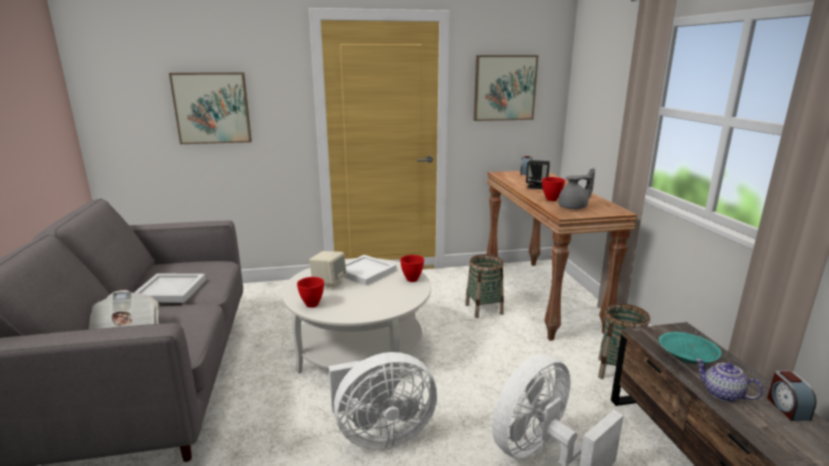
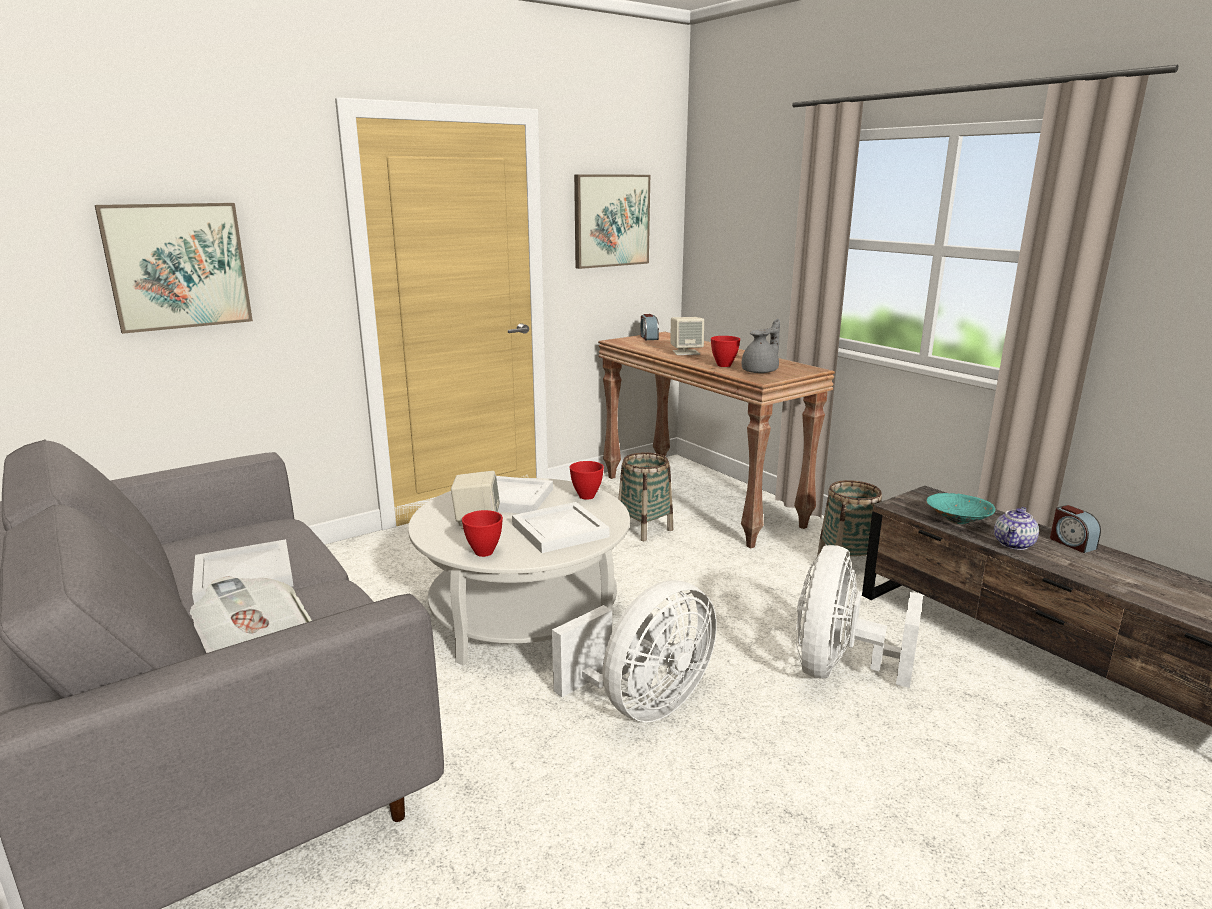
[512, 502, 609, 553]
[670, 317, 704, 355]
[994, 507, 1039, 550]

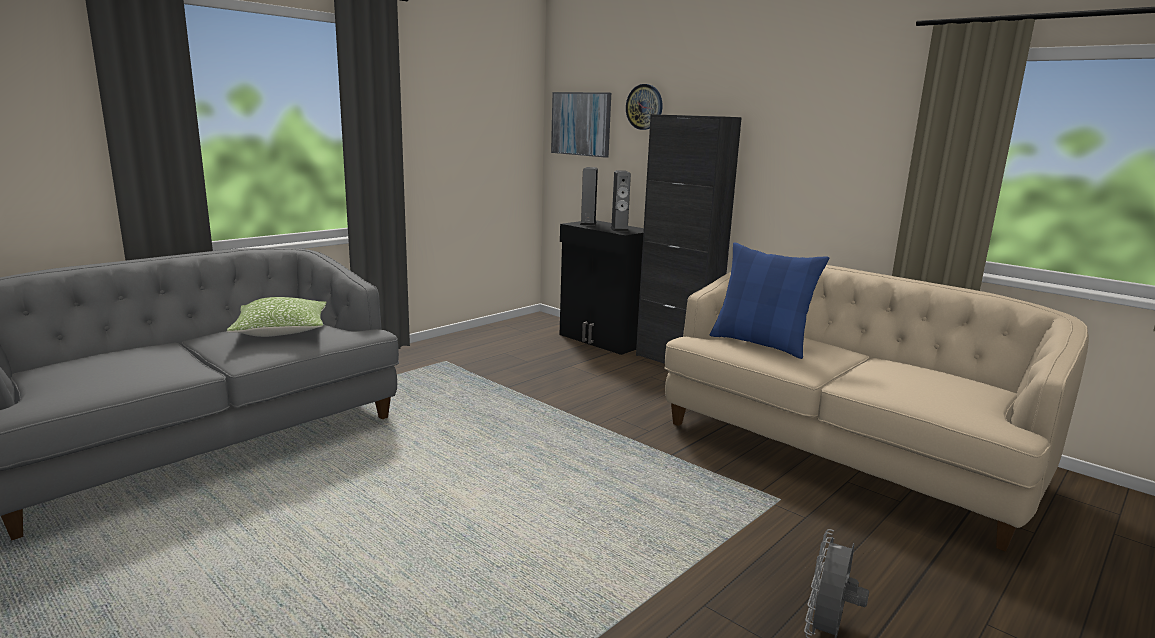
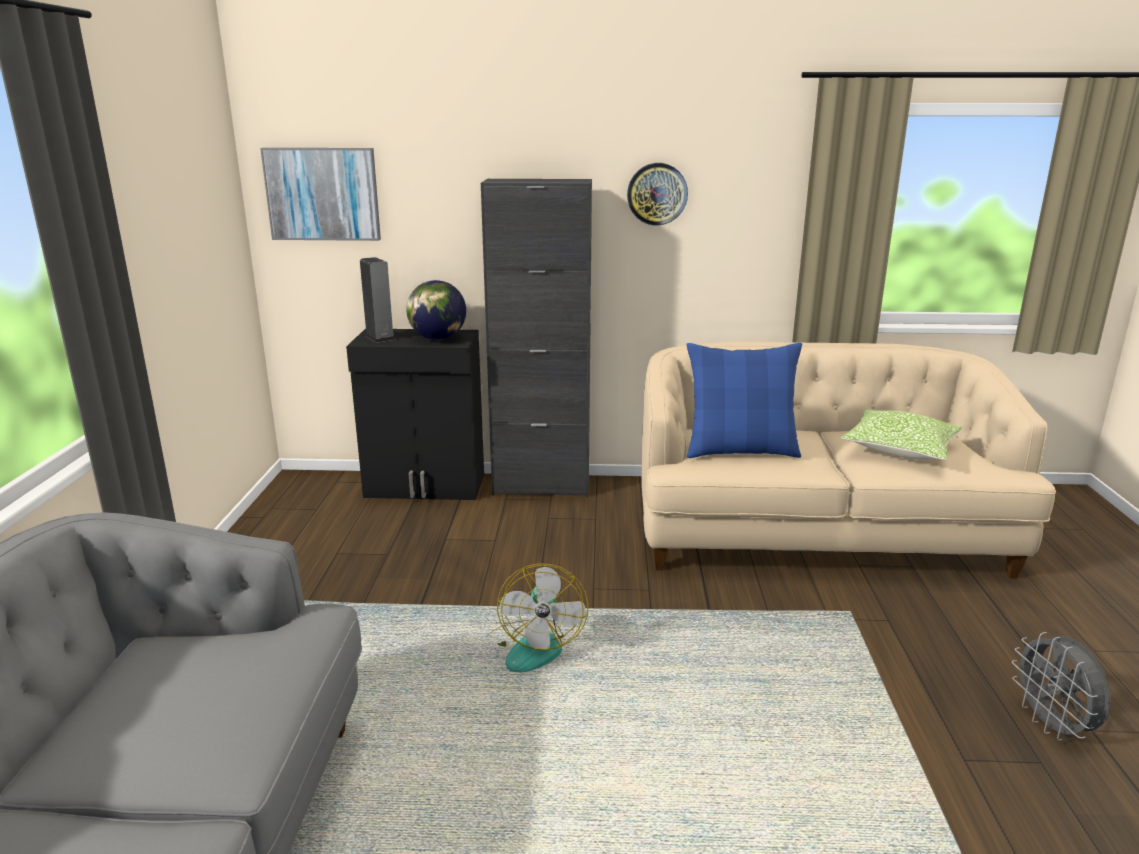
[487, 563, 589, 672]
[841, 409, 962, 460]
[627, 163, 688, 225]
[406, 280, 466, 340]

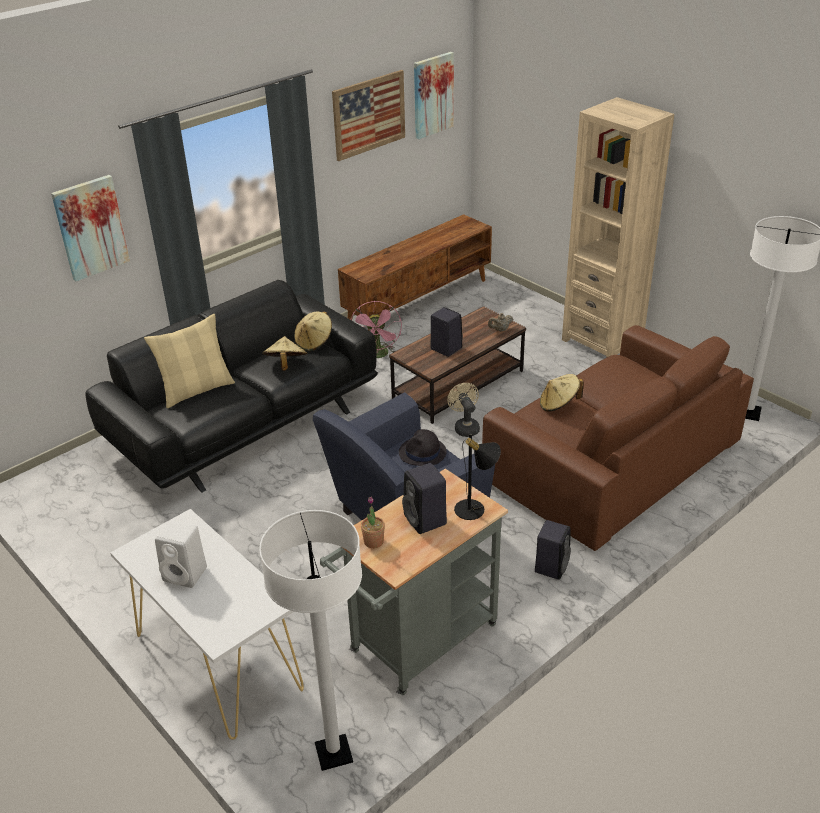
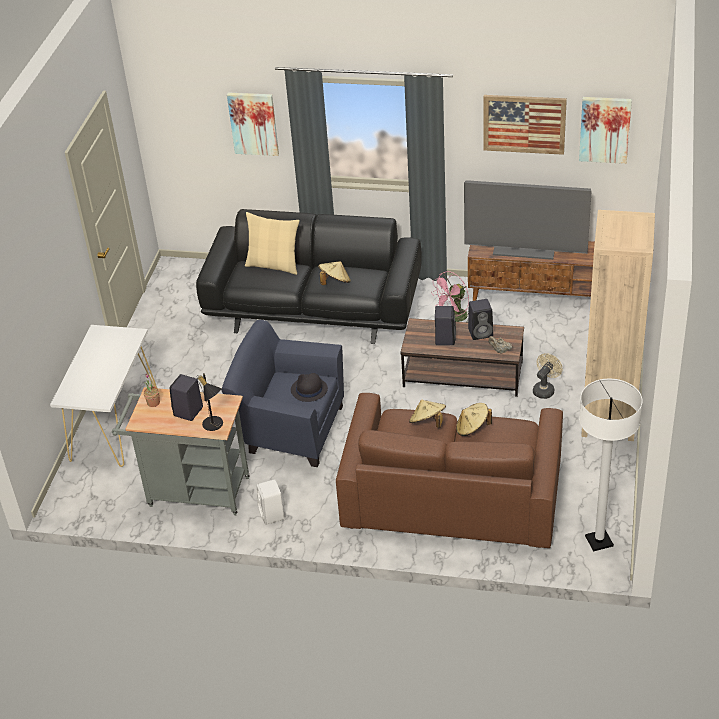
[259, 510, 362, 771] (first image)
[464, 180, 592, 260]
[257, 479, 285, 525]
[456, 403, 492, 436]
[533, 353, 562, 399]
[468, 299, 493, 340]

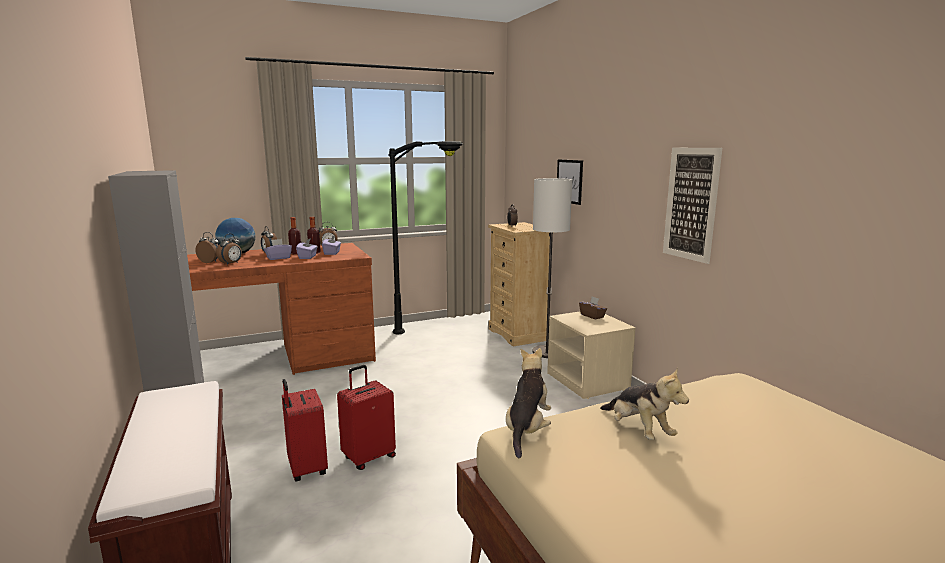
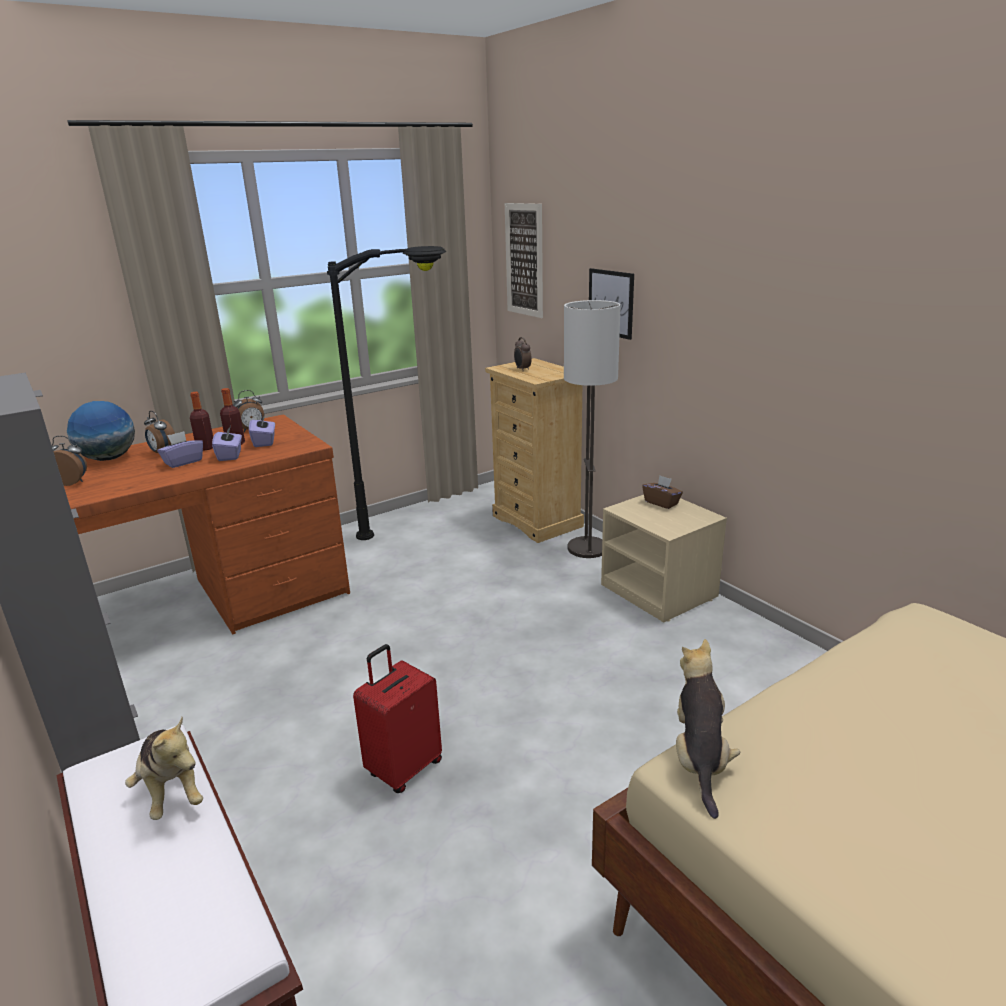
[217, 234, 242, 265] (first image)
[282, 379, 328, 482] (first image)
[125, 717, 203, 820]
[505, 203, 543, 318]

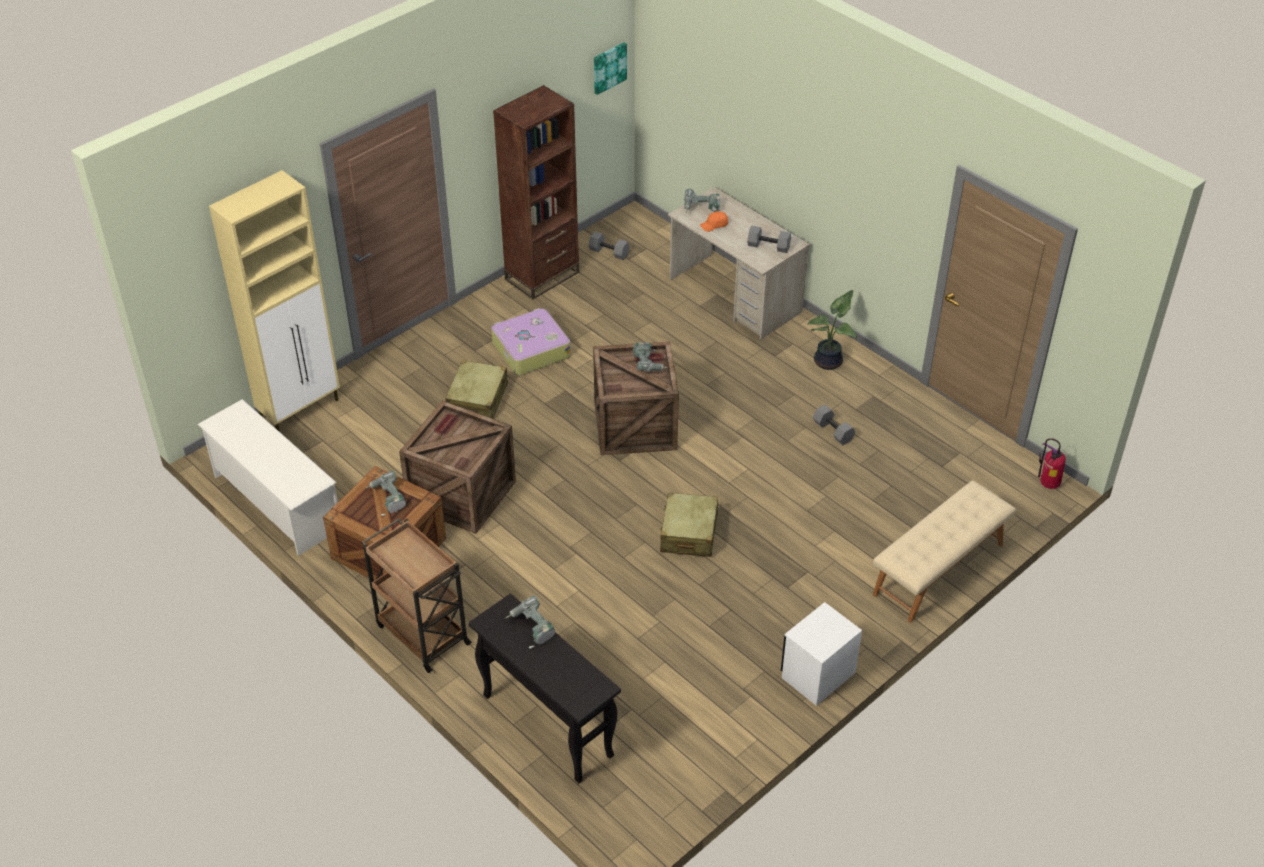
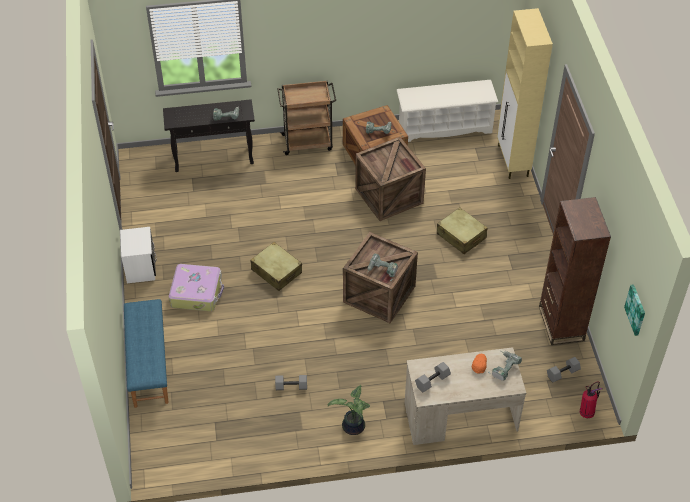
[169, 264, 224, 311]
[580, 381, 603, 418]
[124, 299, 169, 408]

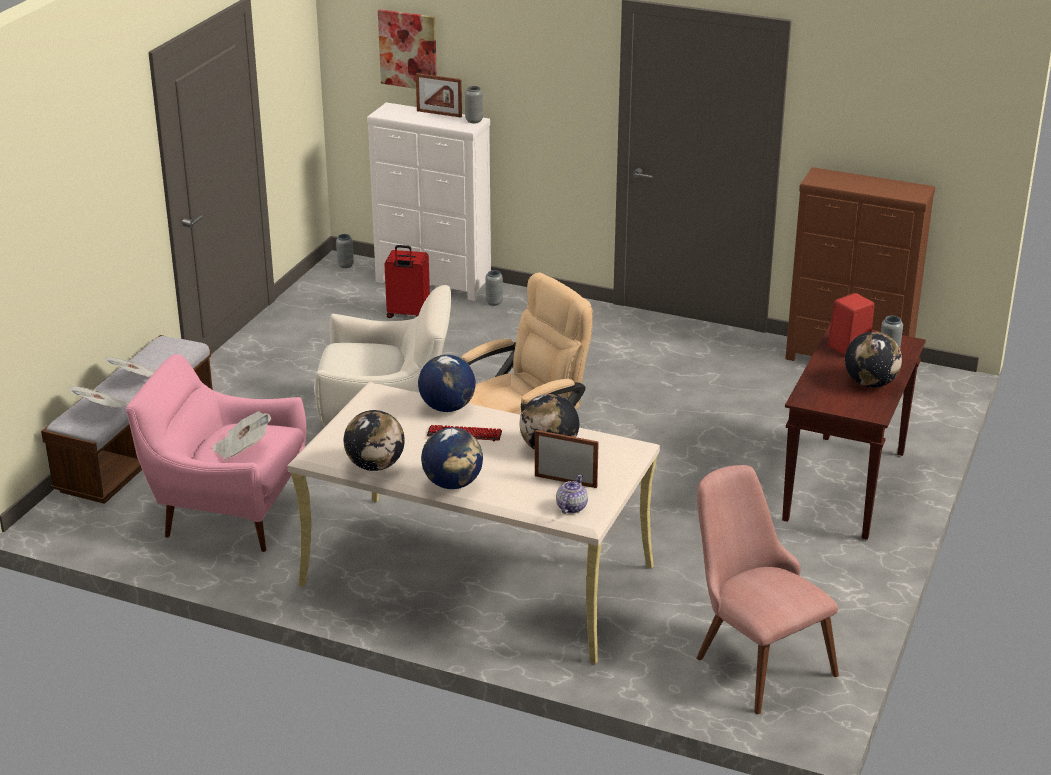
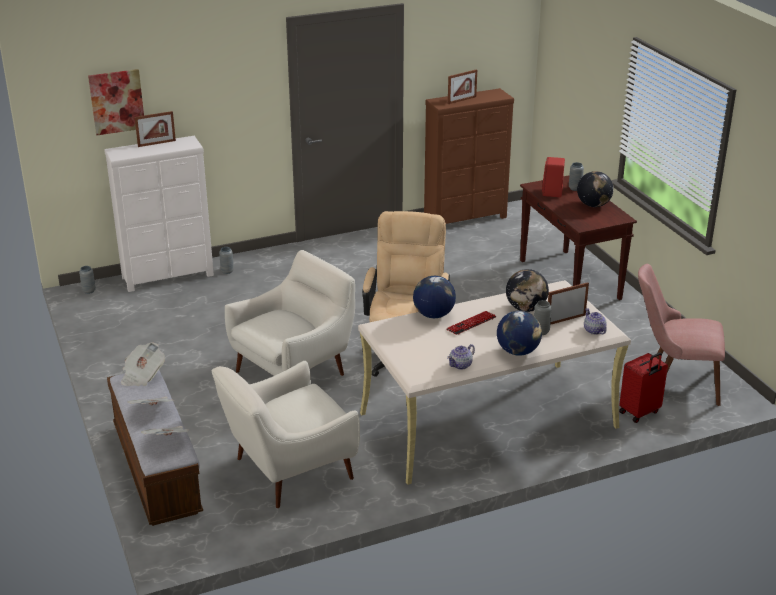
[448, 69, 477, 104]
[121, 342, 165, 386]
[619, 352, 668, 423]
[534, 300, 552, 335]
[447, 344, 475, 370]
[212, 361, 360, 508]

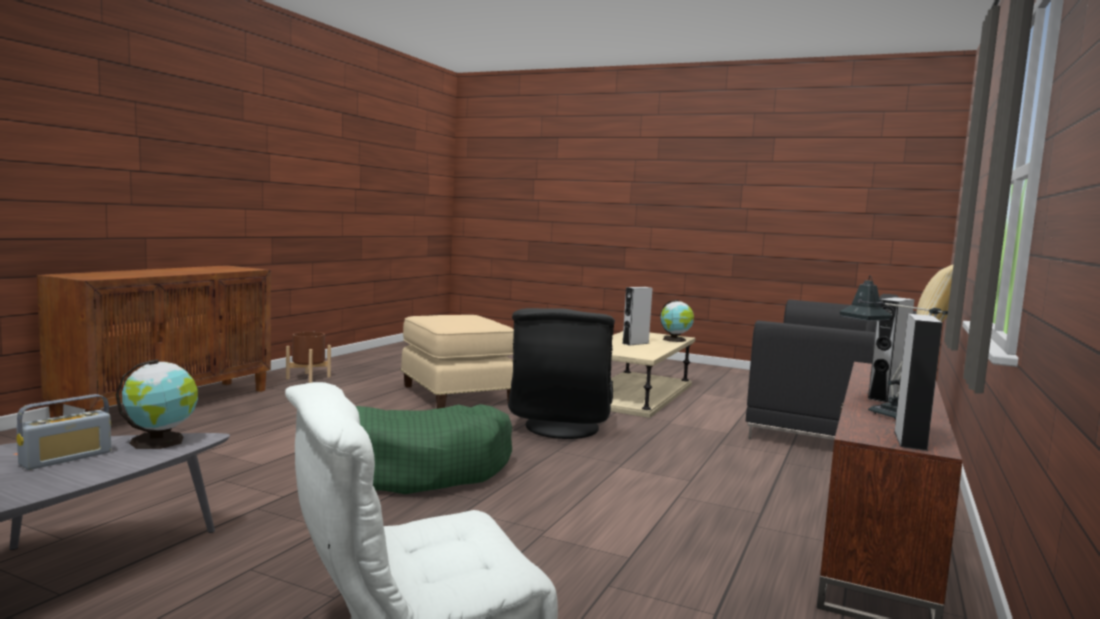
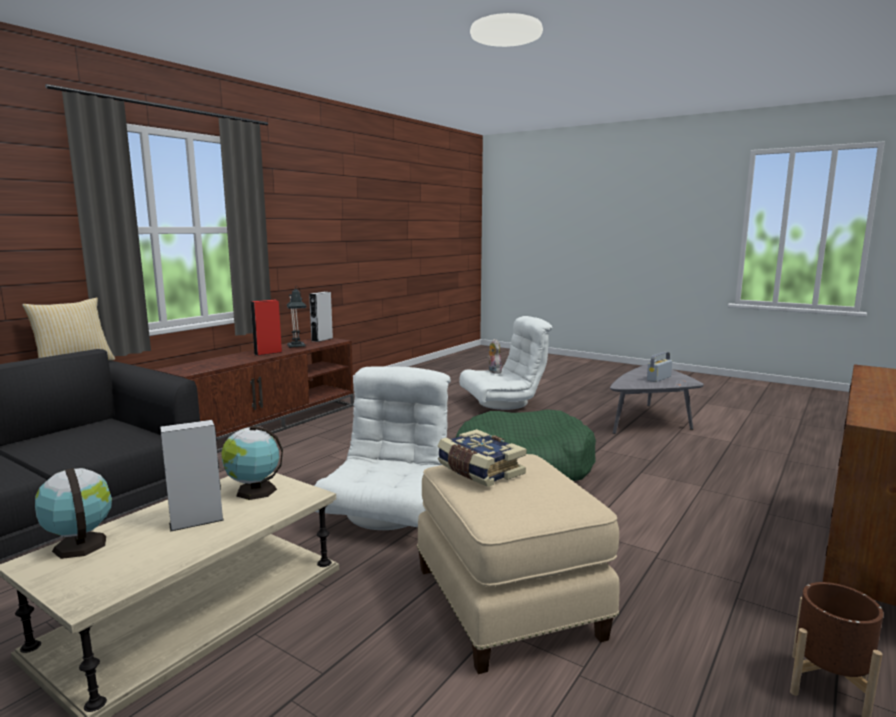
[438, 429, 526, 487]
[487, 339, 502, 374]
[221, 426, 283, 500]
[314, 367, 451, 530]
[251, 300, 282, 356]

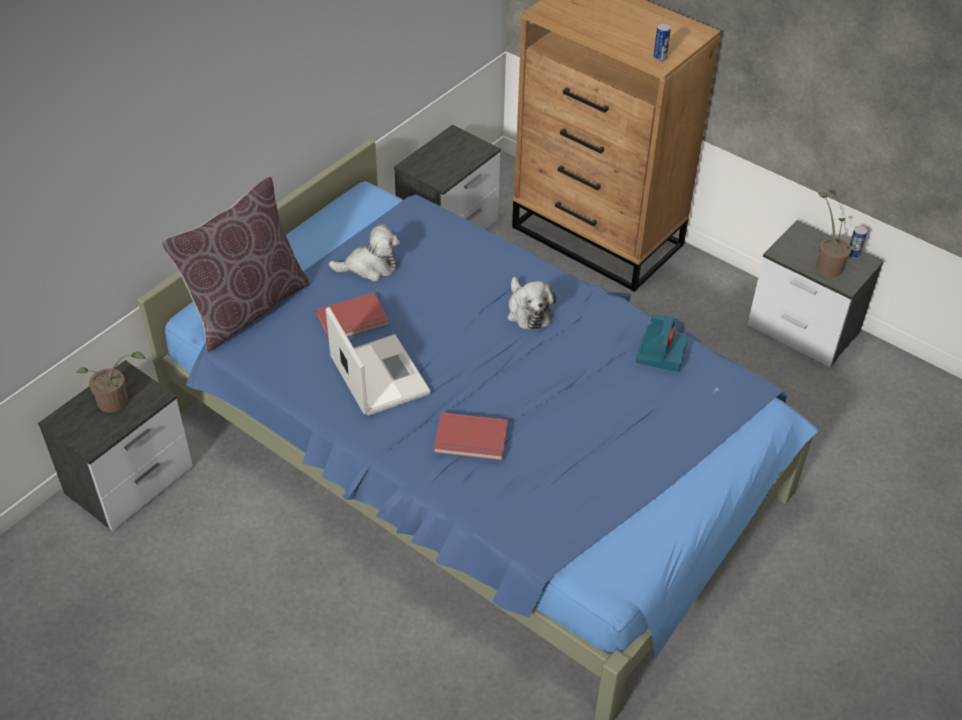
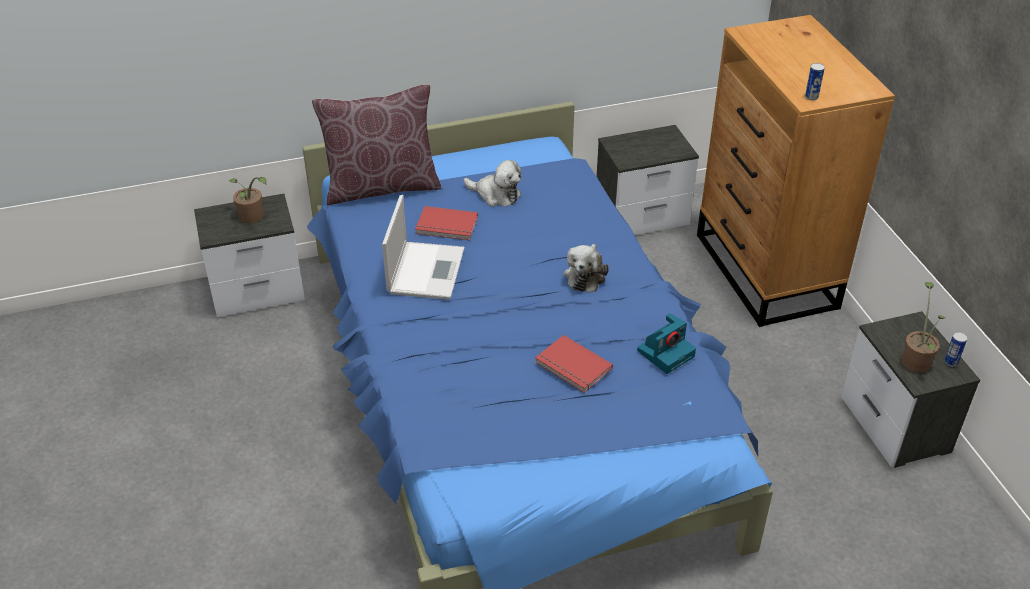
[535, 335, 613, 393]

